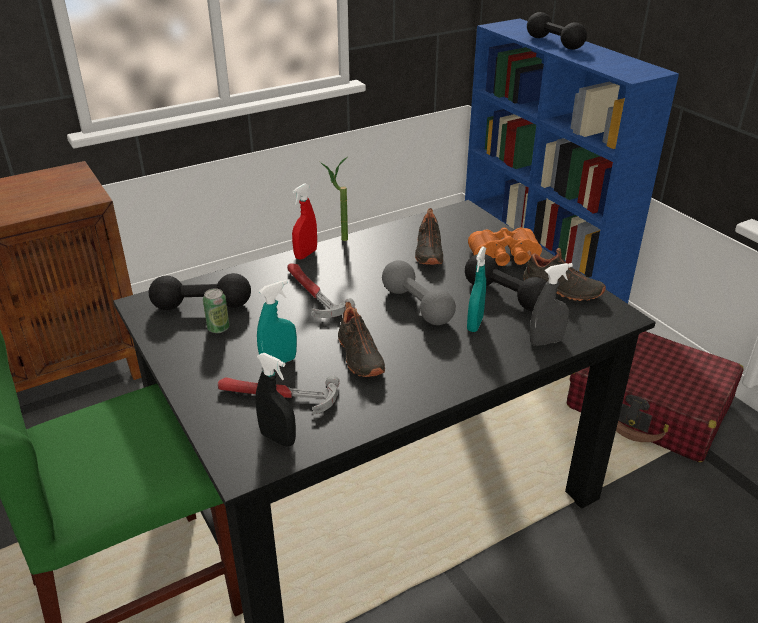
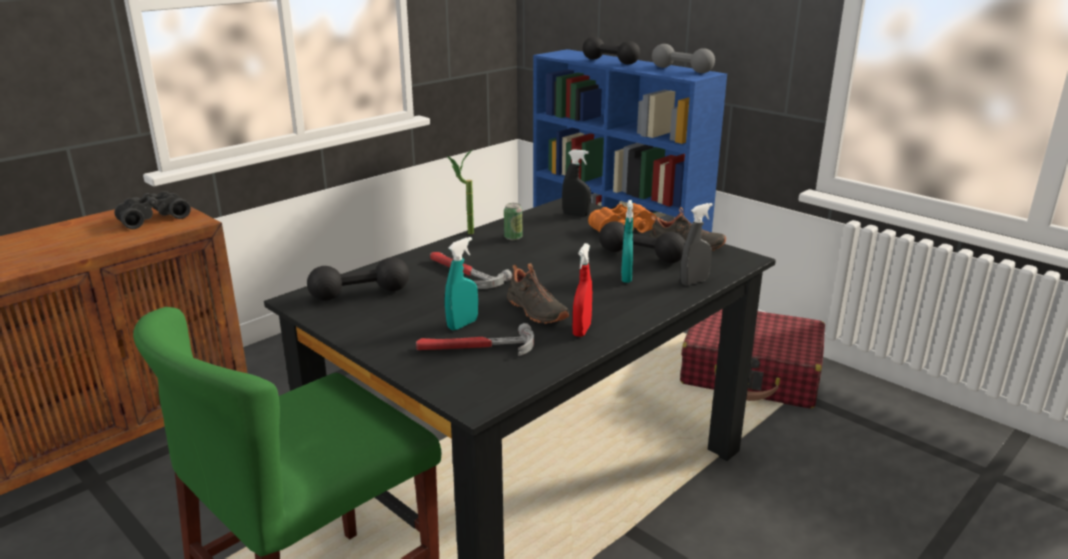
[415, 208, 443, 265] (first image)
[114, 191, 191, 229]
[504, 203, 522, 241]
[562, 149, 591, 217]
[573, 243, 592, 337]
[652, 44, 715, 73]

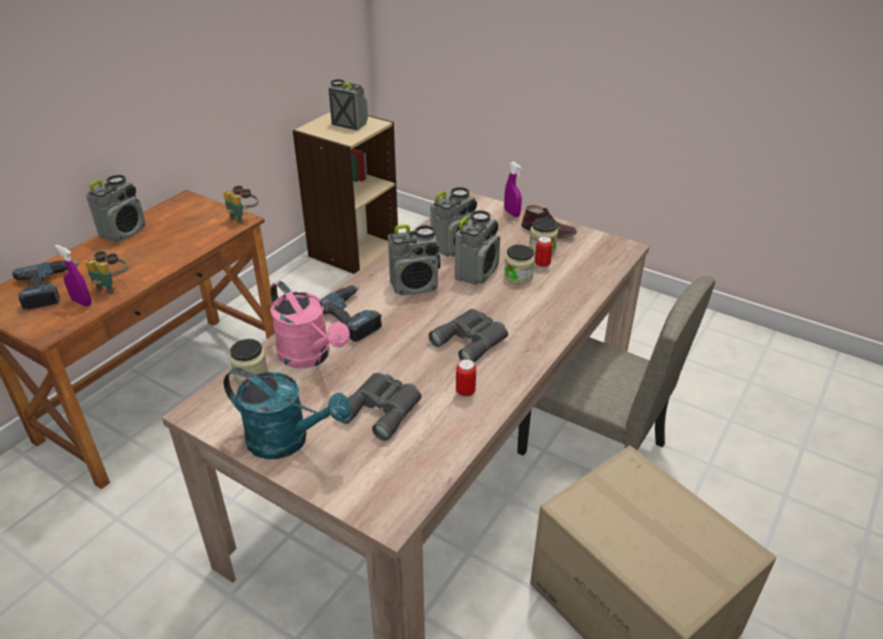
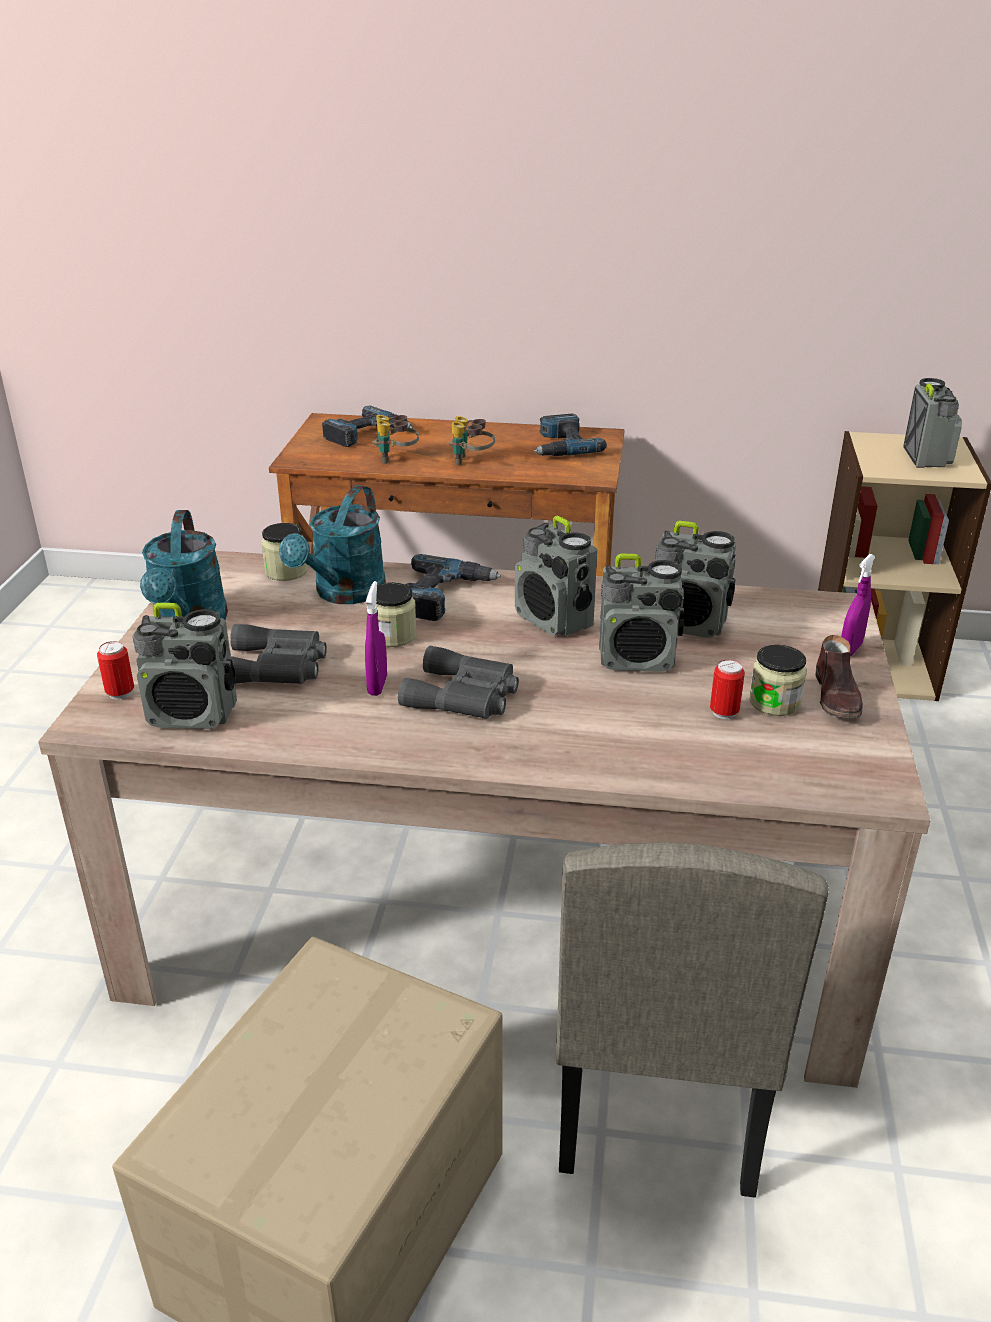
[533, 414, 607, 456]
[365, 581, 387, 696]
[133, 603, 237, 729]
[449, 416, 495, 466]
[97, 641, 134, 700]
[376, 582, 417, 647]
[279, 485, 386, 604]

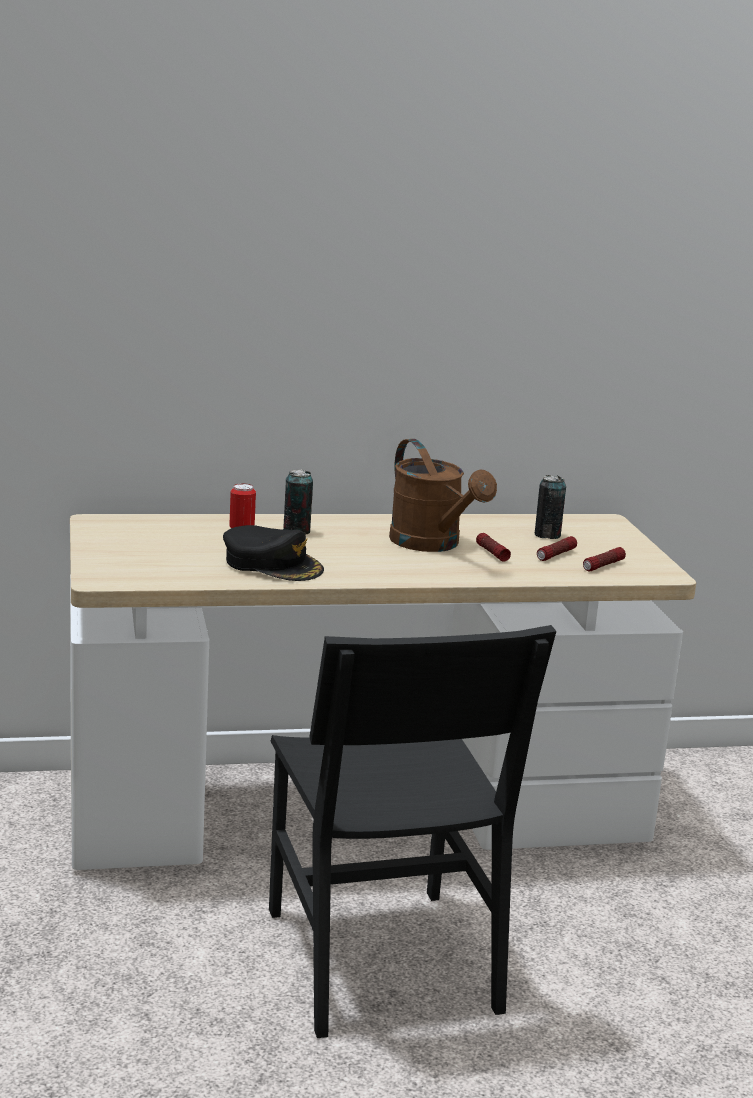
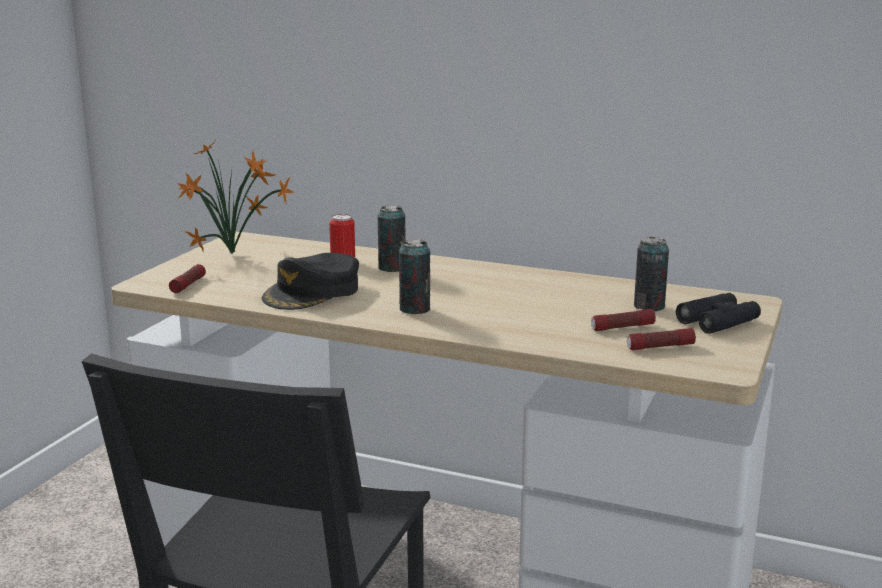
[389, 439, 497, 552] (first image)
[177, 140, 294, 255]
[399, 239, 430, 314]
[676, 293, 761, 334]
[169, 264, 206, 293]
[262, 253, 359, 310]

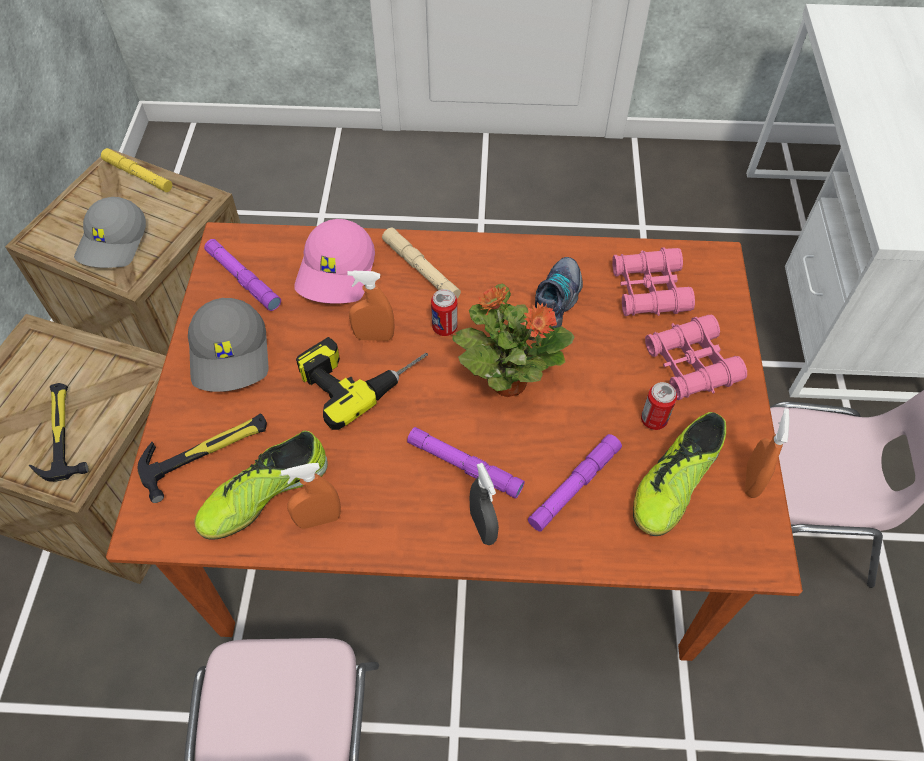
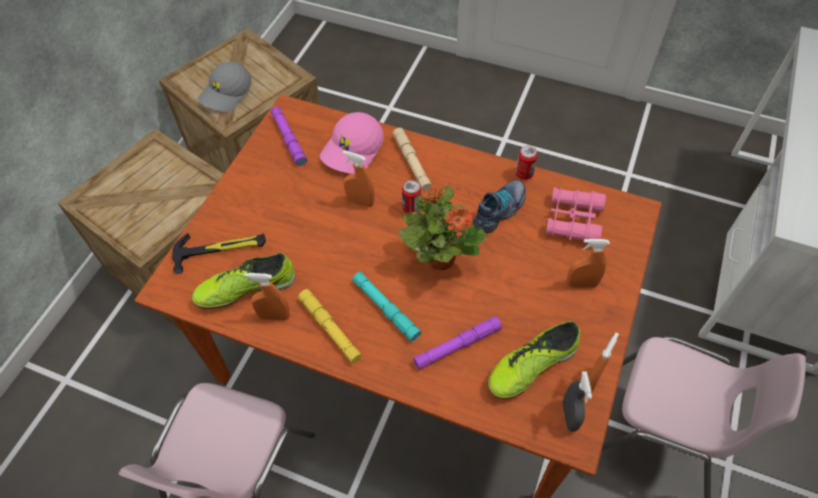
[29, 383, 89, 482] (first image)
[188, 298, 268, 392] (first image)
[296, 337, 428, 430] (first image)
[298, 289, 362, 364]
[563, 371, 592, 432]
[515, 146, 538, 180]
[567, 239, 610, 288]
[352, 272, 422, 342]

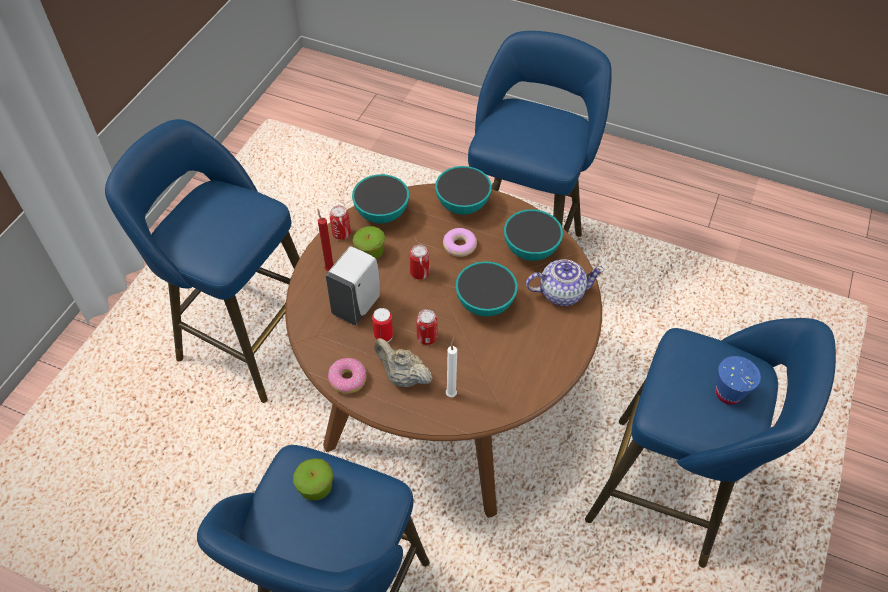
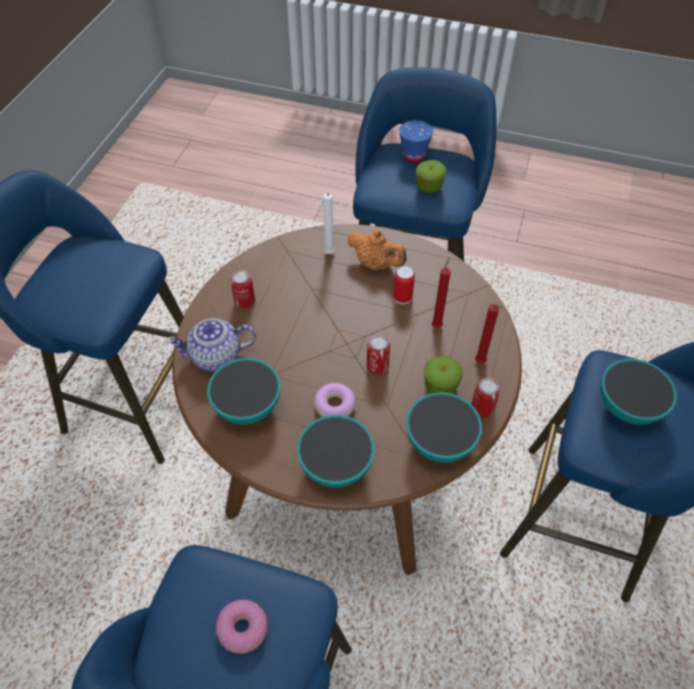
[216, 600, 267, 654]
[231, 270, 255, 309]
[600, 359, 677, 425]
[399, 120, 433, 164]
[432, 257, 451, 328]
[347, 229, 407, 270]

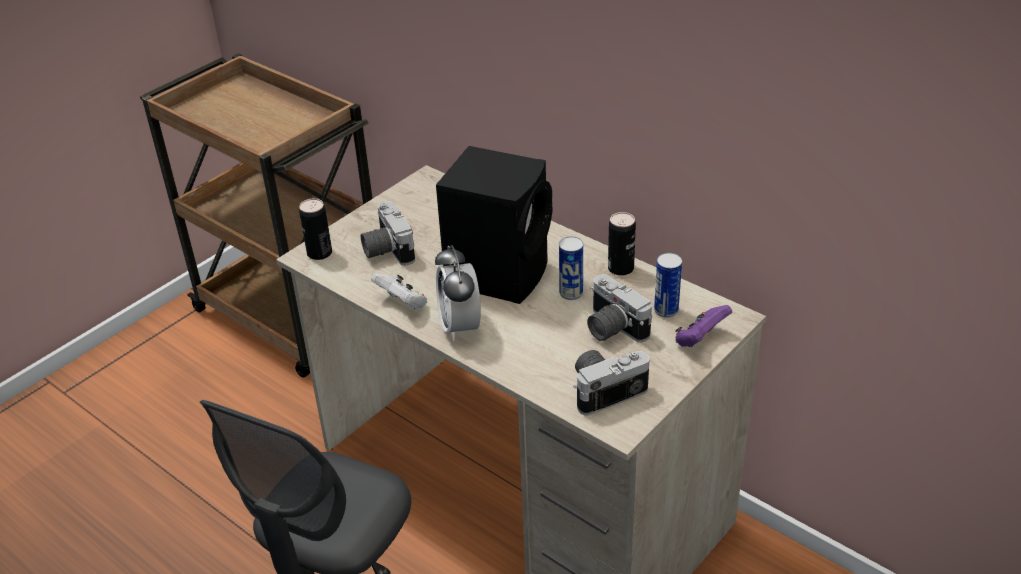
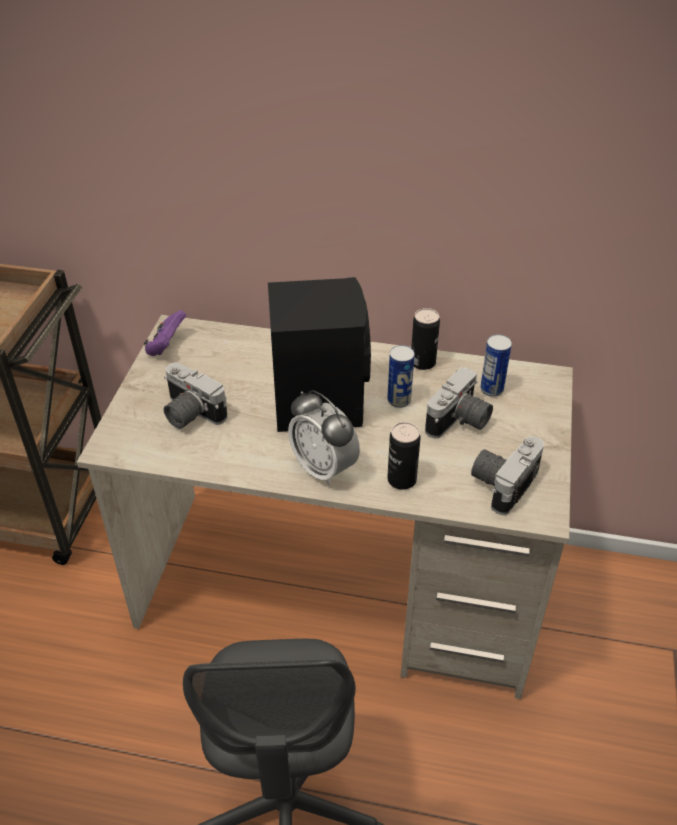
[371, 273, 427, 309] (first image)
[387, 422, 420, 490]
[143, 310, 186, 356]
[425, 367, 493, 439]

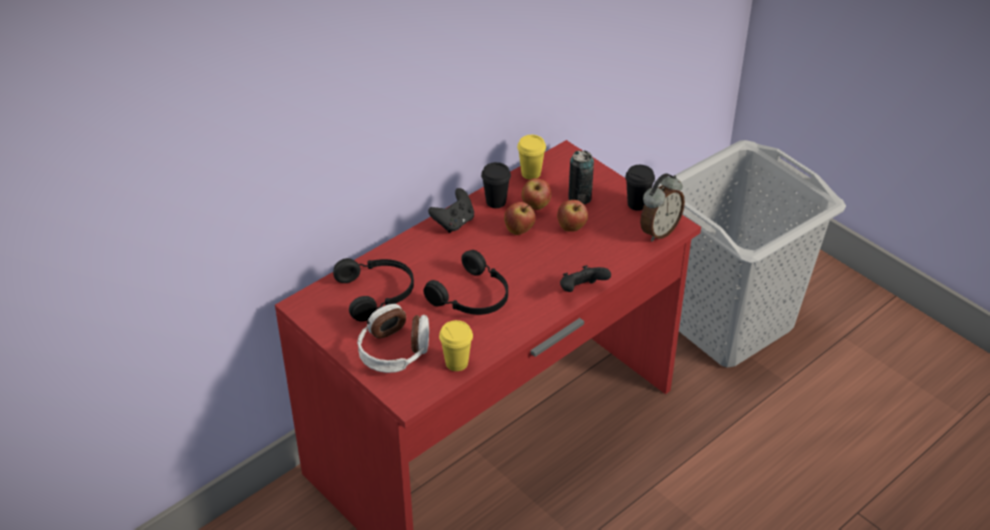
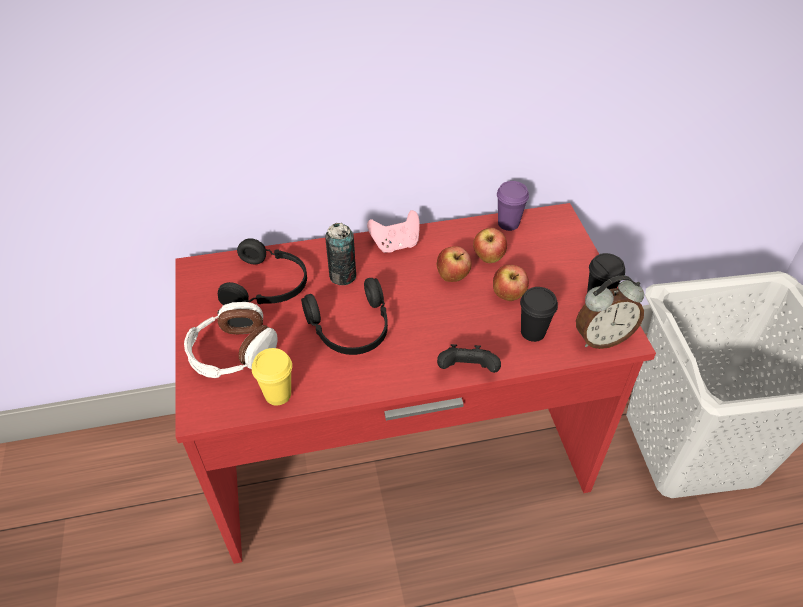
[520, 287, 558, 342]
[325, 223, 356, 285]
[367, 210, 420, 253]
[497, 181, 529, 231]

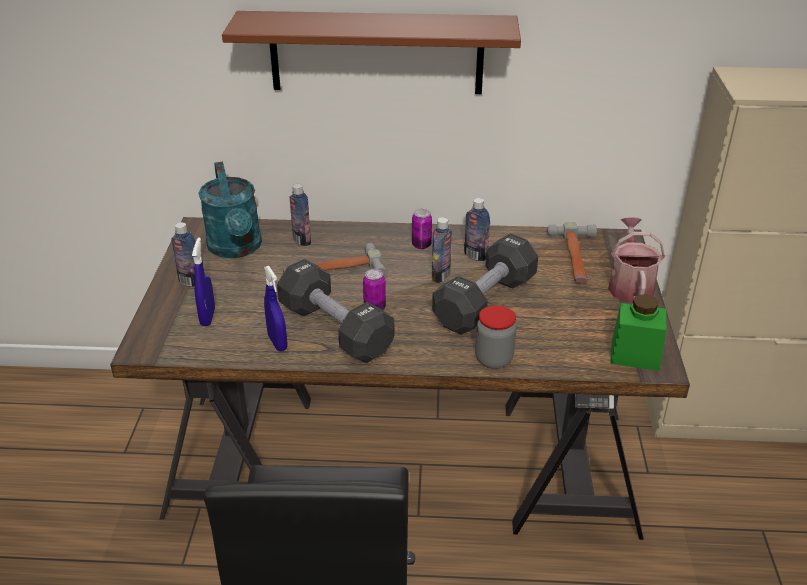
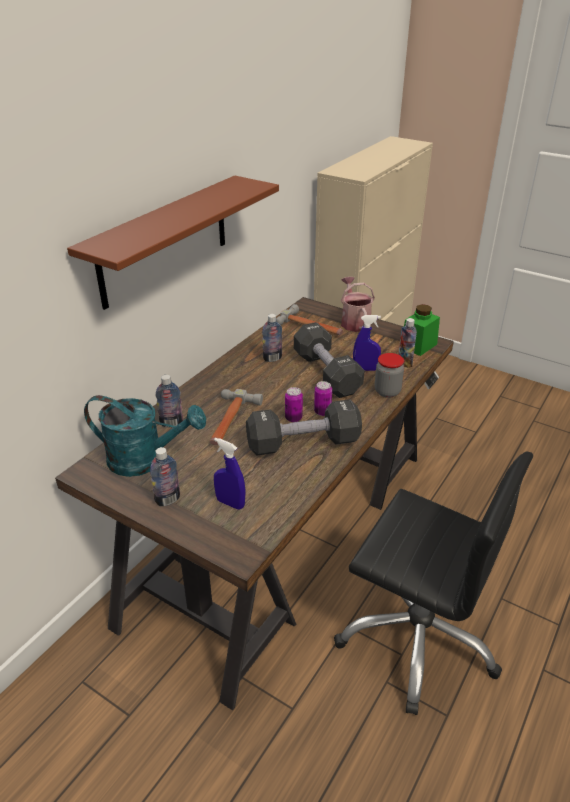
[353, 315, 381, 371]
[314, 381, 332, 416]
[398, 318, 417, 368]
[341, 277, 375, 332]

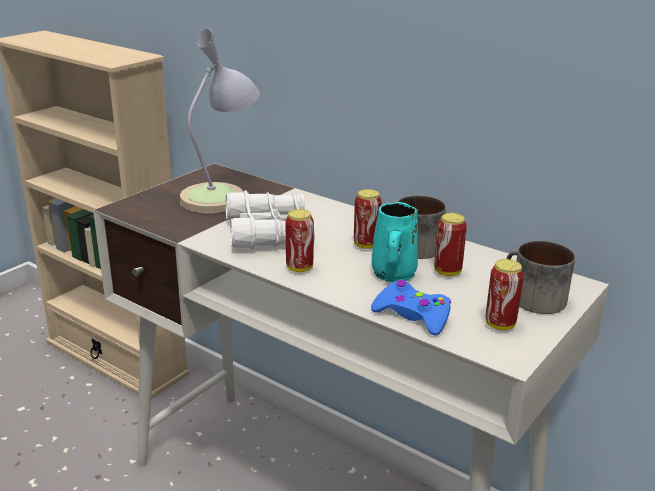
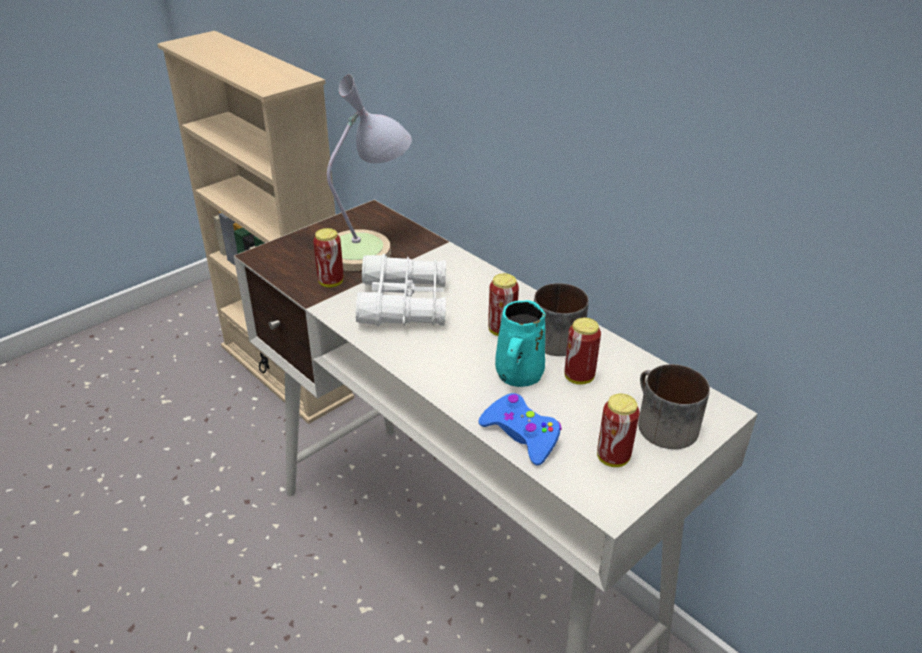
[313, 228, 343, 287]

